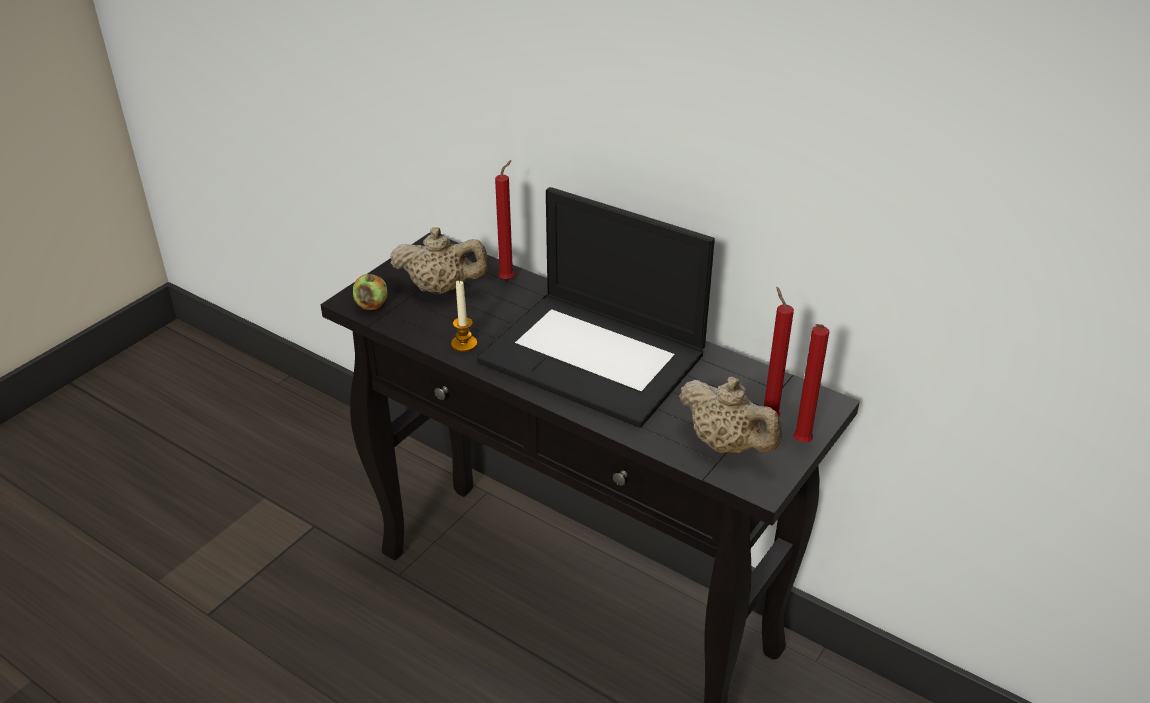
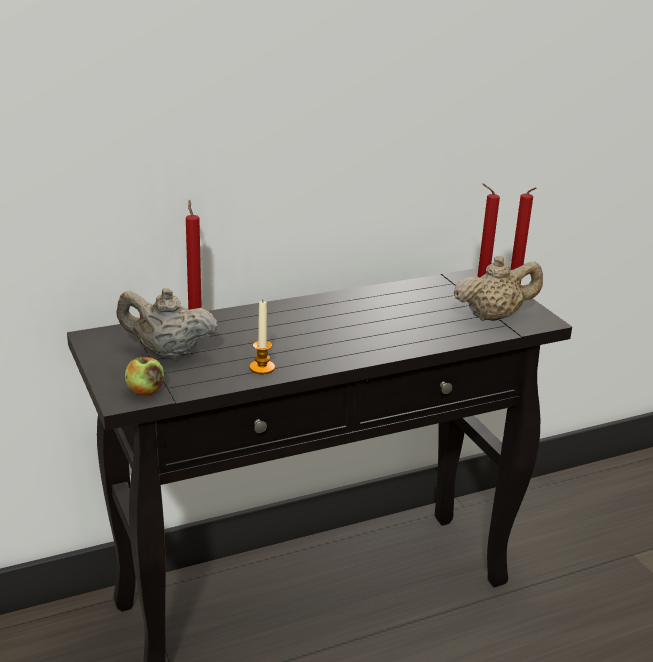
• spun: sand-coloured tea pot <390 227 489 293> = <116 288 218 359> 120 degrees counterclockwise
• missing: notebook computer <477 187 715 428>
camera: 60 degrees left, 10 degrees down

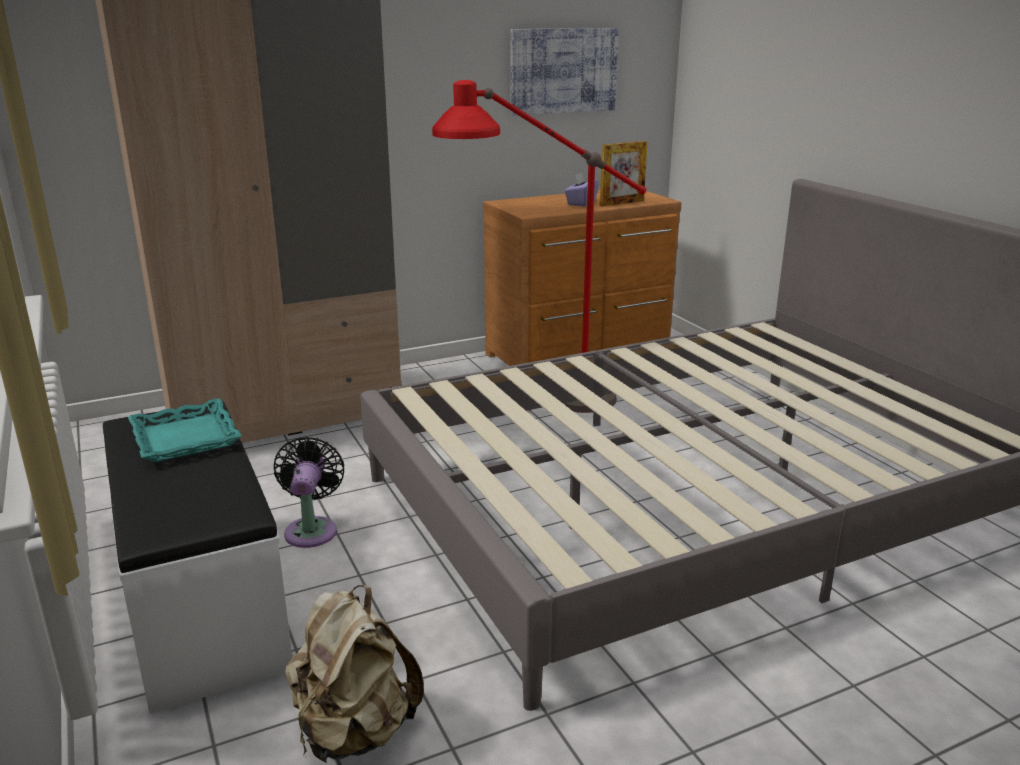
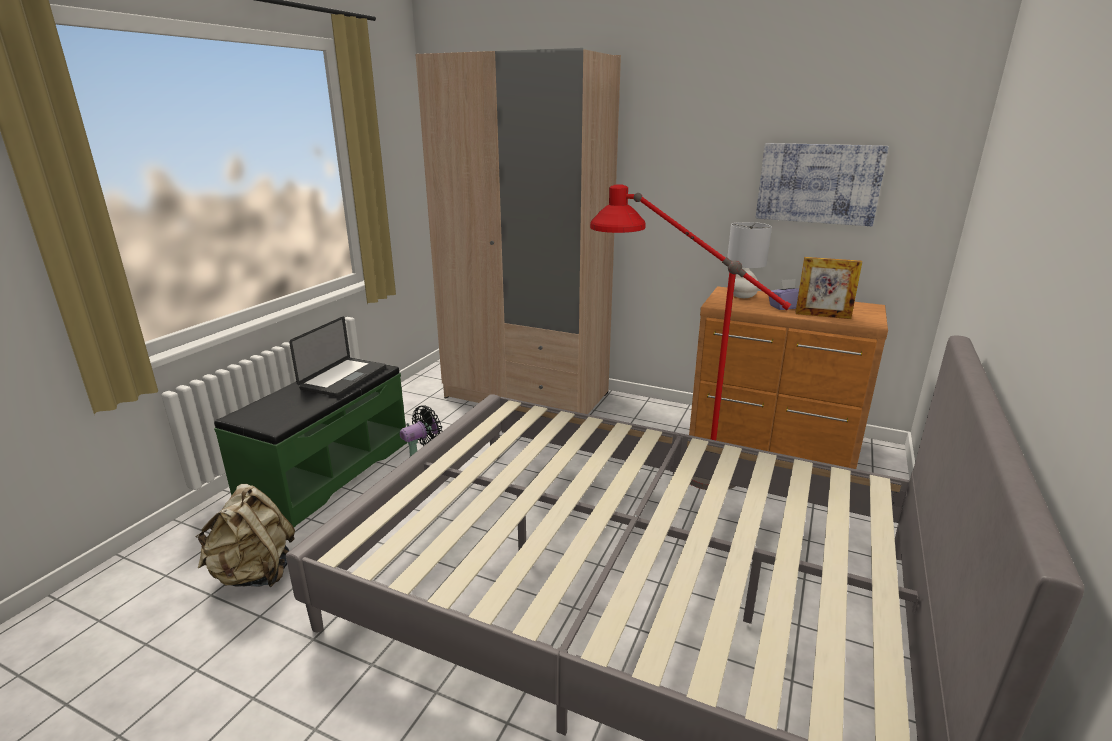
• colour: white long seat <103 401 293 714> to green-coloured long seat <214 357 407 527>
• exchanged: turquoise-coloured tray <128 398 242 462> to notebook computer <289 317 386 397>
• appeared: gray tabletop lamp <727 222 772 298>
camera: 50 degrees right, 0 degrees up

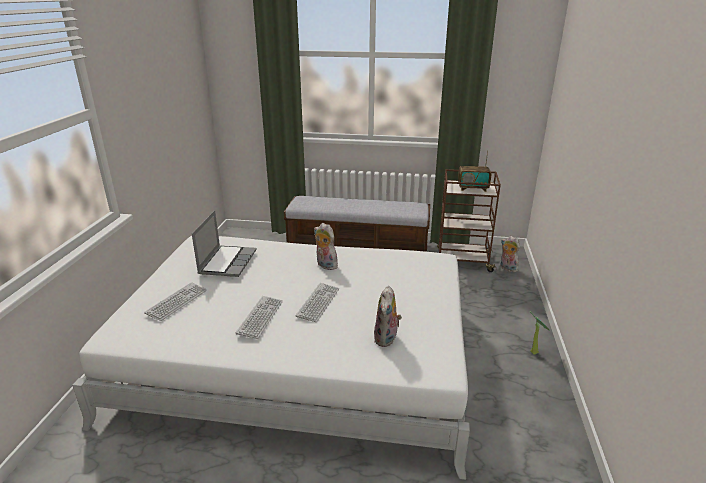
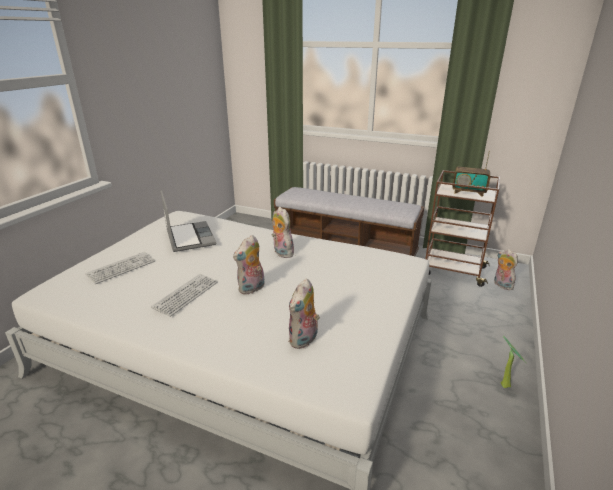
• spun: notebook computer <192 210 256 277> = <161 190 216 252> 45 degrees counterclockwise
• exchanged: keyboard <296 283 339 322> to soft toy <233 235 265 295>
camera: 15 degrees right, 0 degrees up

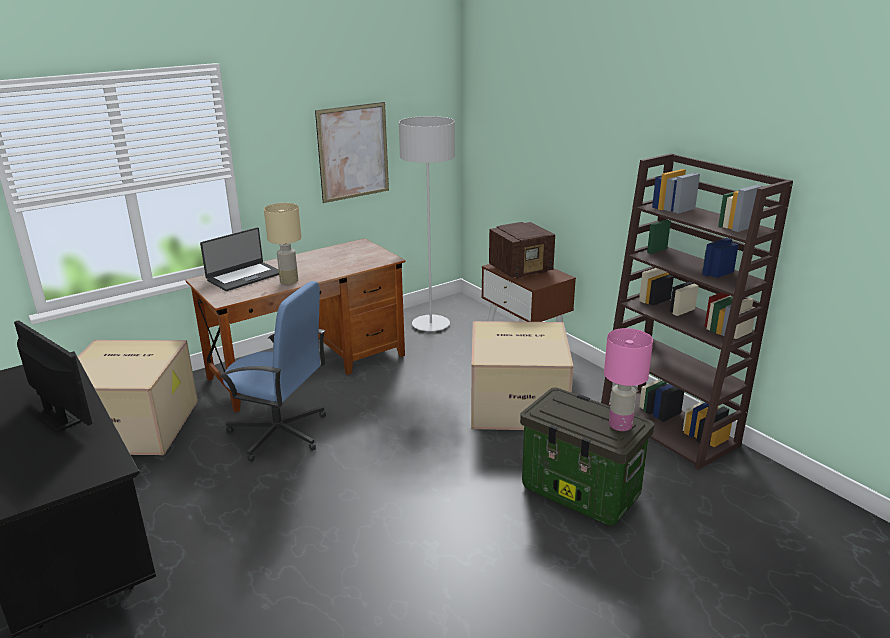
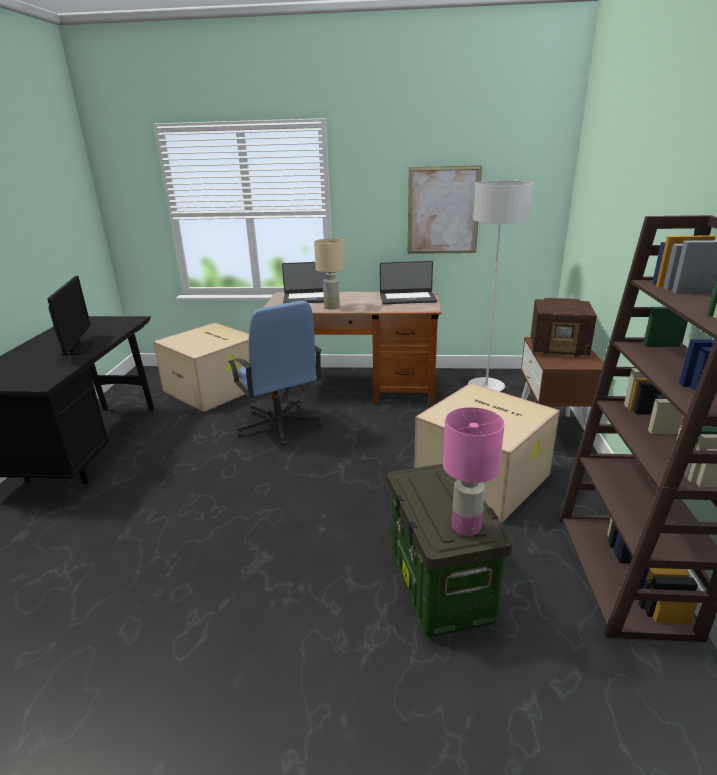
• appeared: notebook computer <380 261 437 304>
camera: 40 degrees right, 0 degrees up

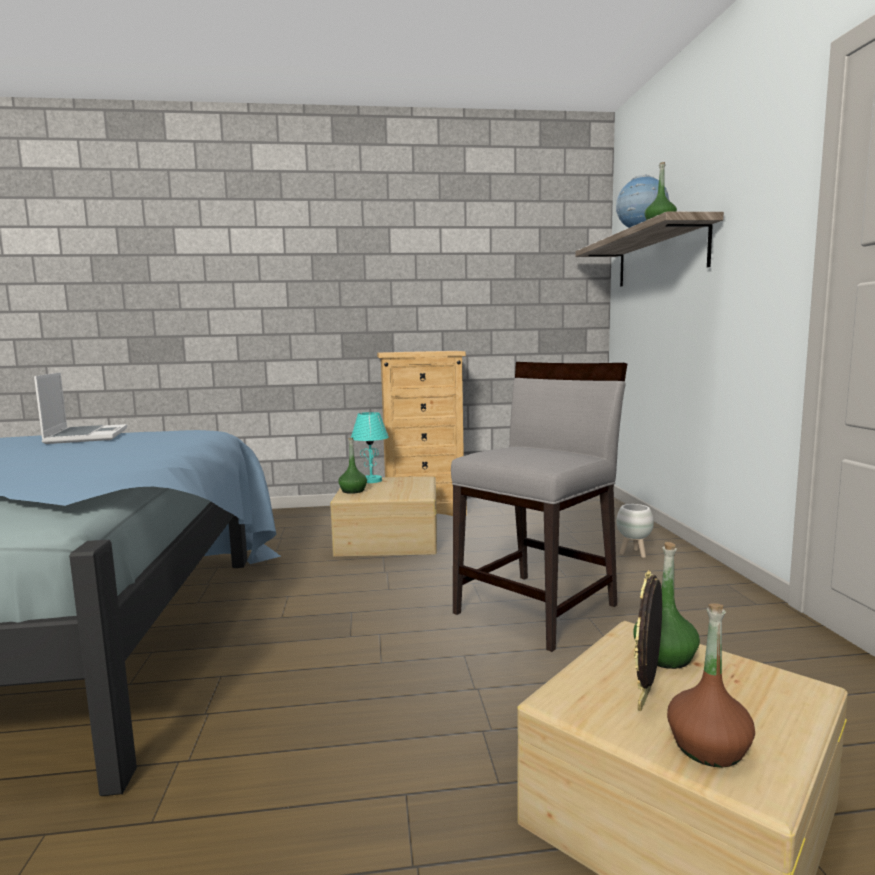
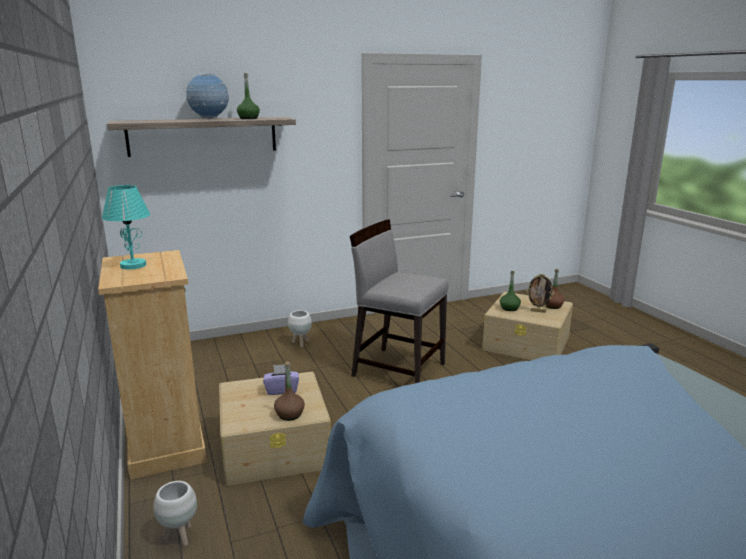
• relocated: turquoise-coloured tabletop lamp <351 412 389 483> to <102 185 150 270>
• appeared: white flower pot <154 481 197 546>
• appeared: purplish box of tissues <263 365 299 395>
• colour: green-coloured beverage bottle <338 437 367 494> to brown beverage bottle <274 362 305 421>
• missing: notebook computer <34 372 127 444>
camera: 105 degrees left, 10 degrees up

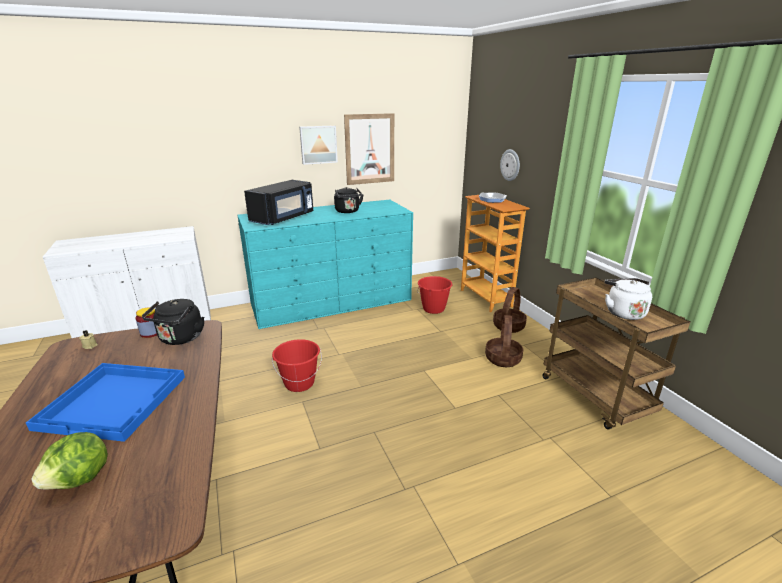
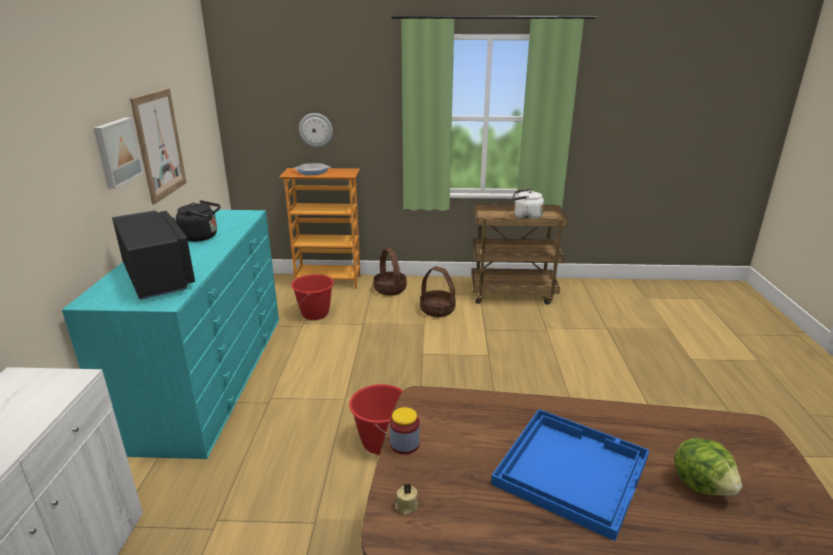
• missing: black-coloured tea kettle <142 299 204 345>
camera: 65 degrees left, 0 degrees up

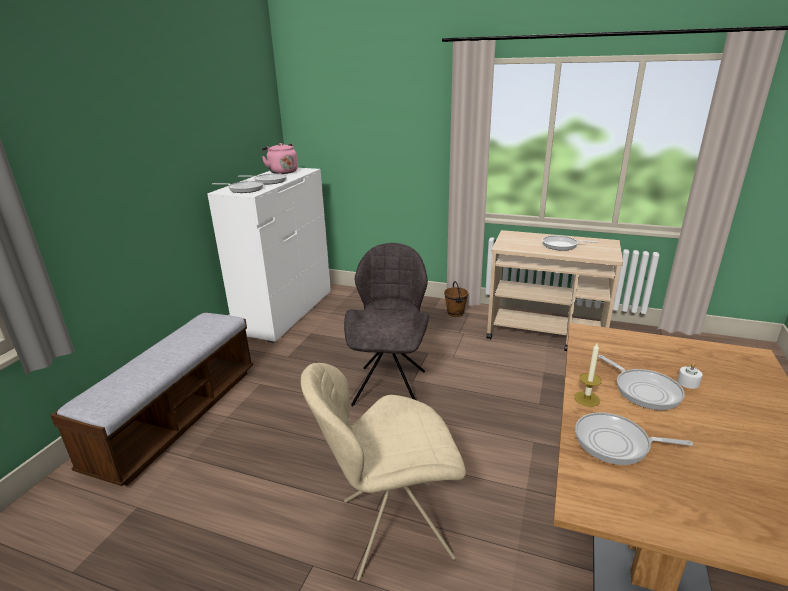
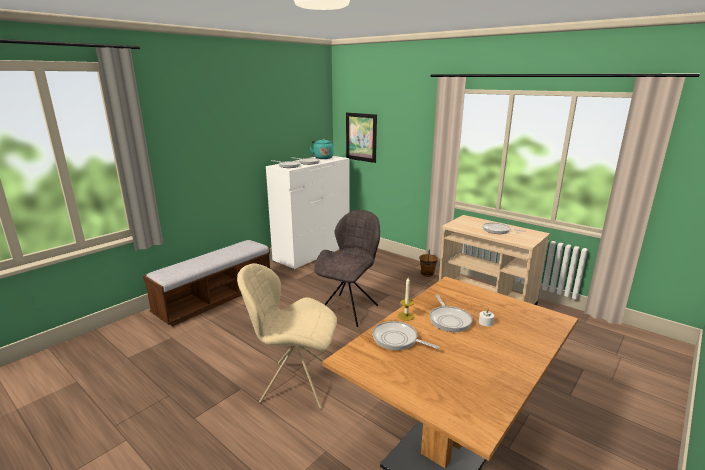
• colour: pink tea kettle <262 143 298 174> to turquoise-coloured tea kettle <309 139 333 159>
• appeared: wall art <346 112 377 163>
camera: 20 degrees right, 5 degrees down

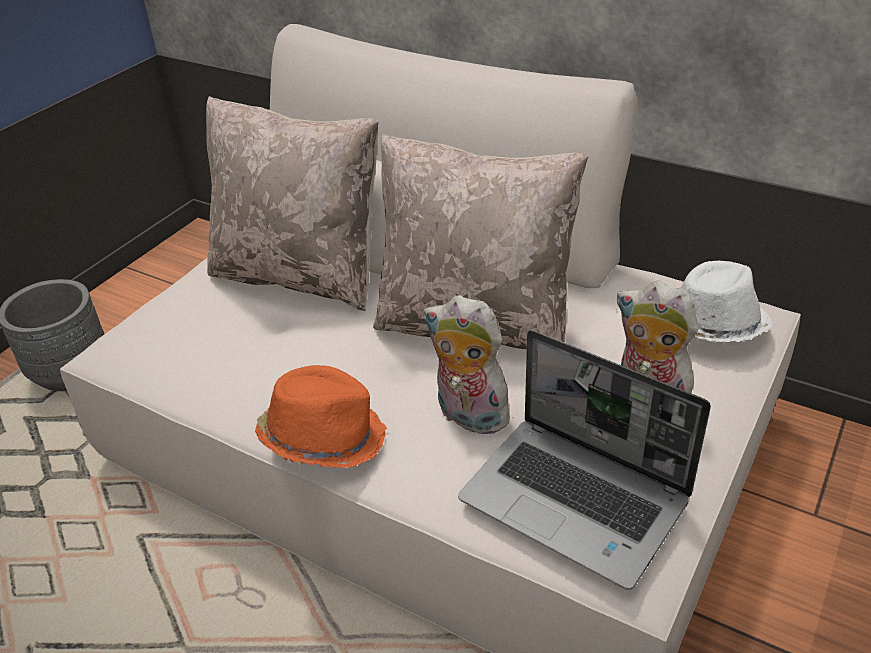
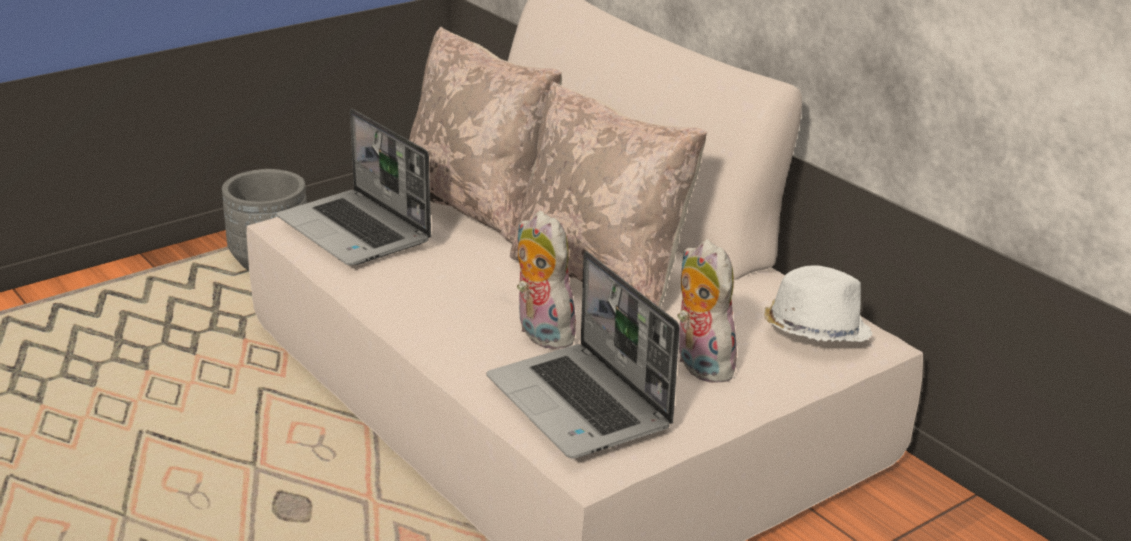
• appeared: notebook computer <276 109 431 265>
• missing: orange hat <255 365 387 468>
camera: 20 degrees right, 10 degrees down

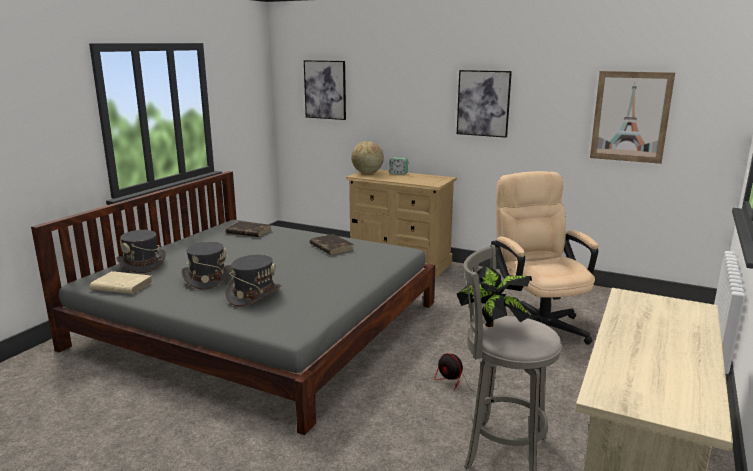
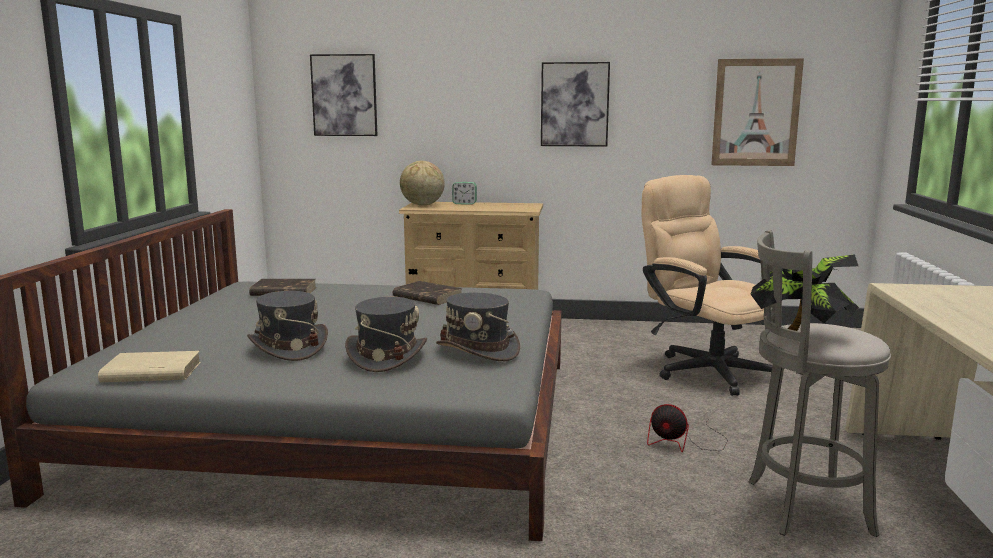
• relocated: gray hat <116 230 166 273> to <436 293 520 361>
camera: 20 degrees left, 5 degrees down

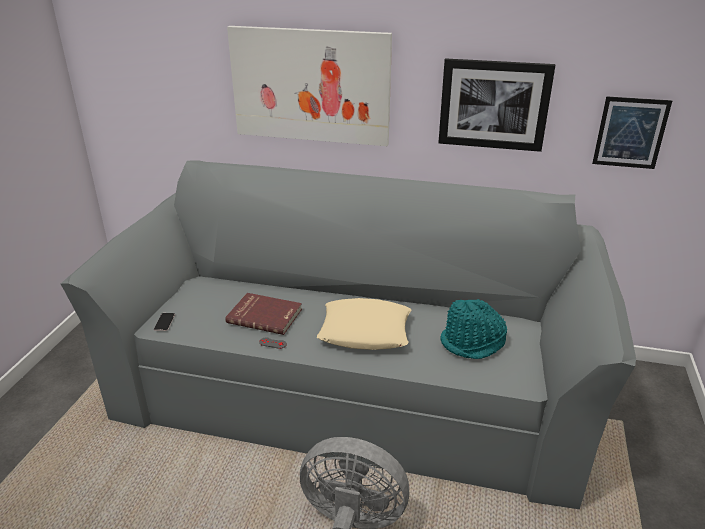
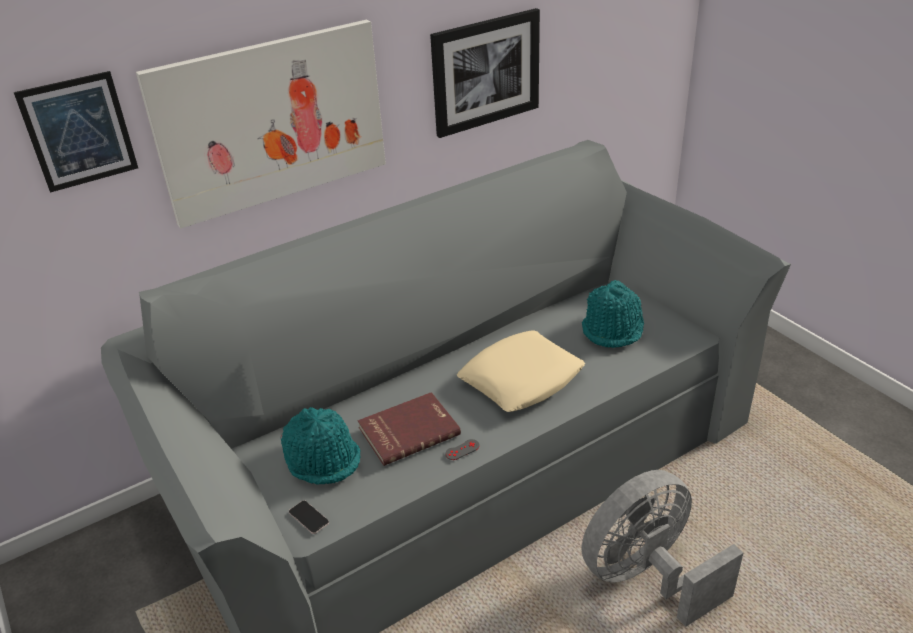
• relocated: wall art <592 96 672 169> to <14 71 138 193>
• appeared: turquoise-coloured hat <281 407 361 484>
camera: 45 degrees left, 5 degrees up

